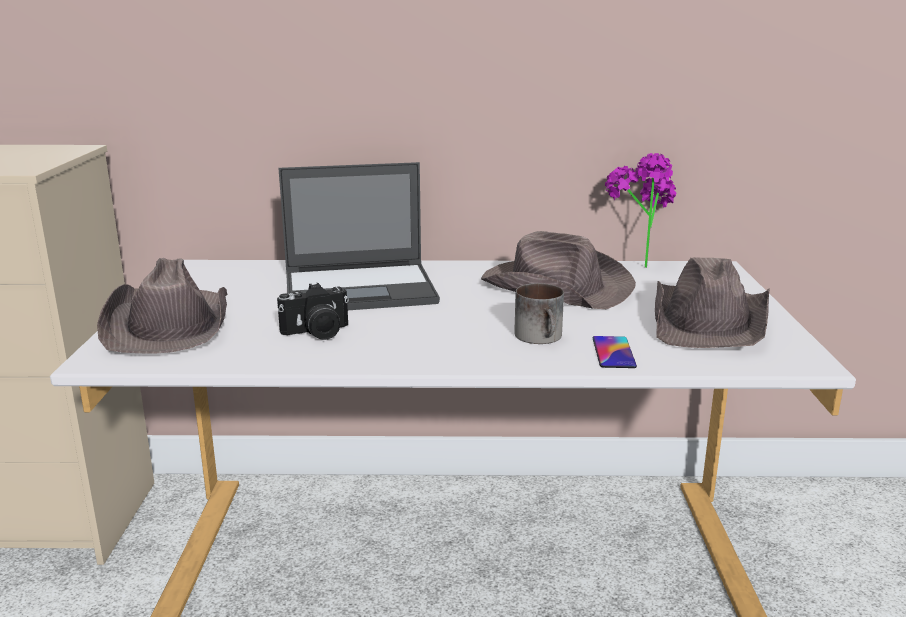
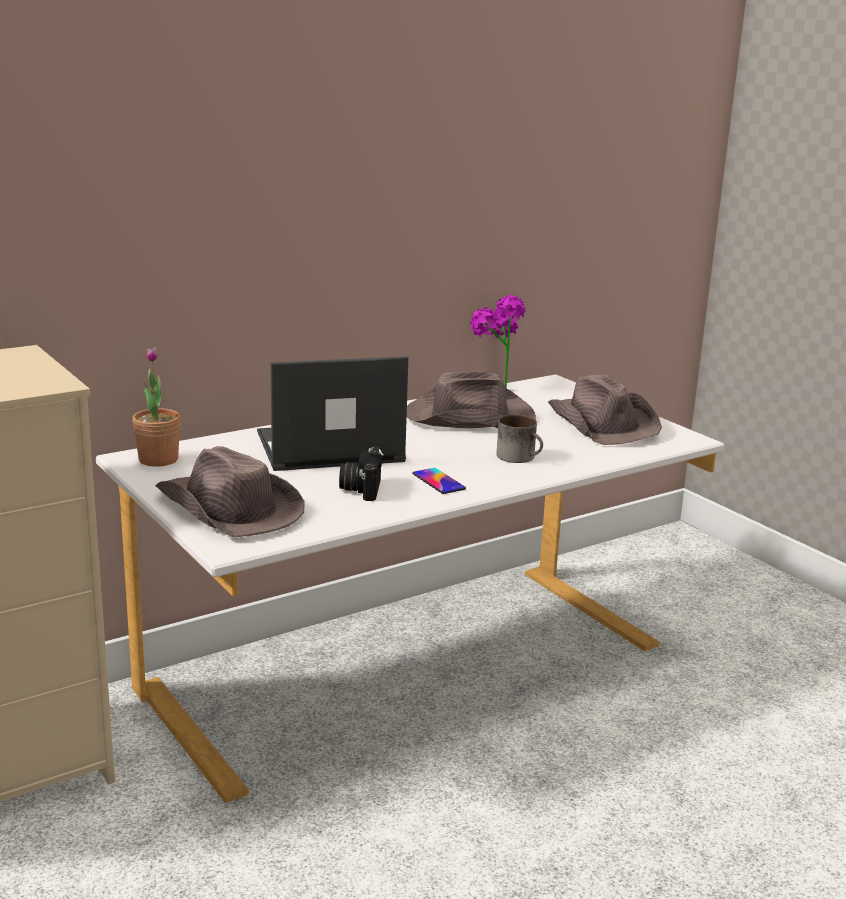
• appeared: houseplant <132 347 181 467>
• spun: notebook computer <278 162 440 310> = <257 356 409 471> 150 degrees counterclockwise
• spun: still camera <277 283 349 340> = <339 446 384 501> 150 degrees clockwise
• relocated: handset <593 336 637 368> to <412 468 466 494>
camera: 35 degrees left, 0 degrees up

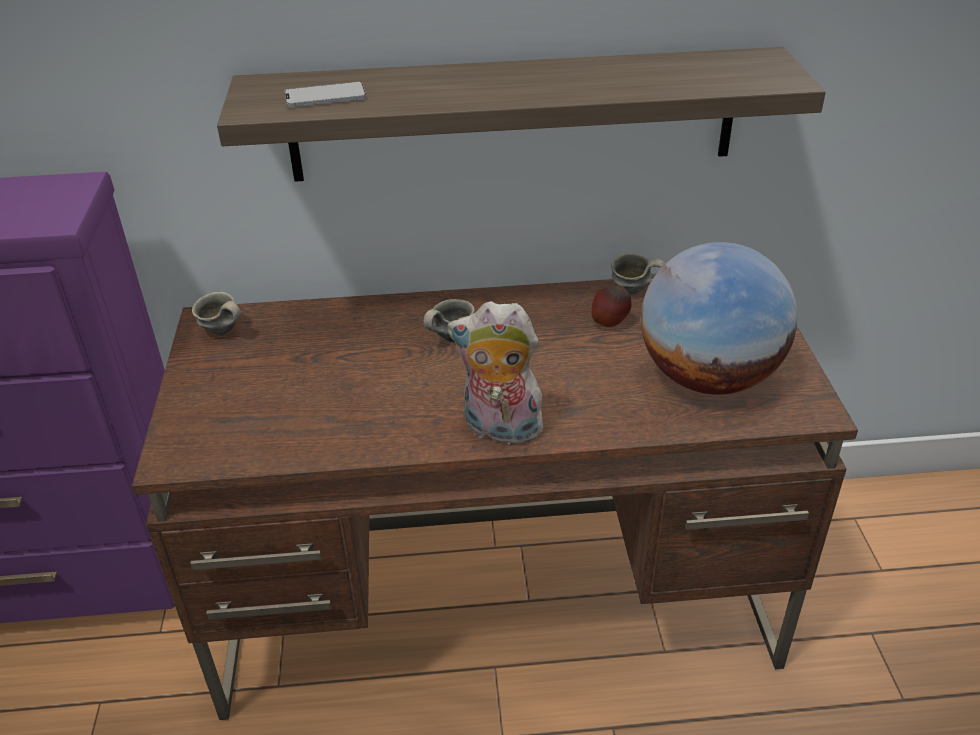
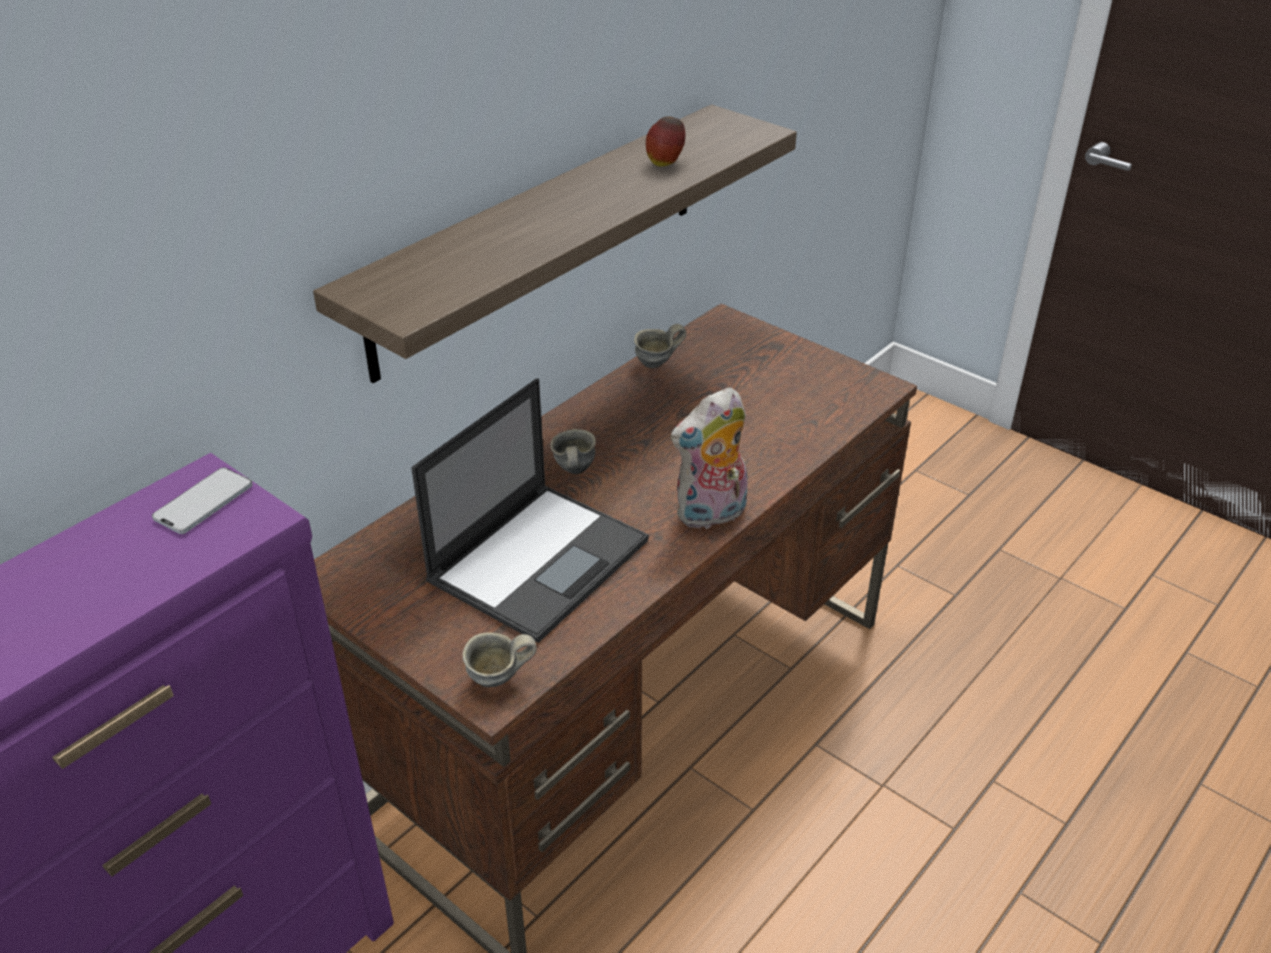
• relocated: handset <285 82 366 107> to <152 467 253 534>
• appeared: notebook computer <411 378 649 643>
• relocated: gray tea mug <192 292 241 335> to <463 633 537 687>
• relocated: whole apple <591 285 632 327> to <646 116 685 166>
• missing: desk globe <641 242 797 395>
camera: 45 degrees left, 0 degrees up

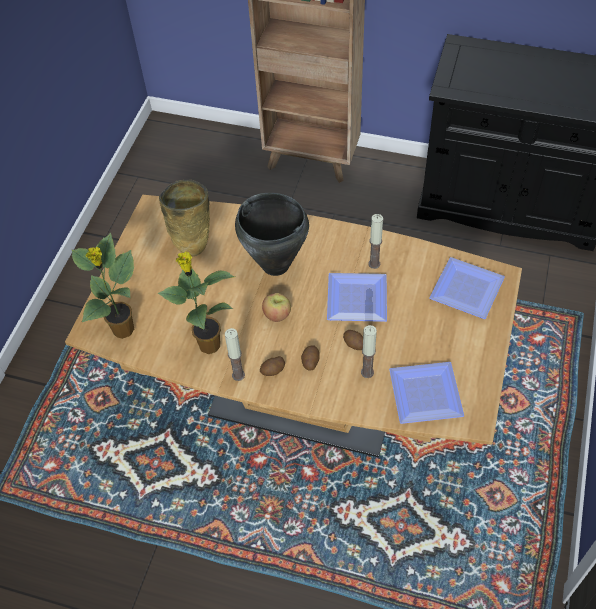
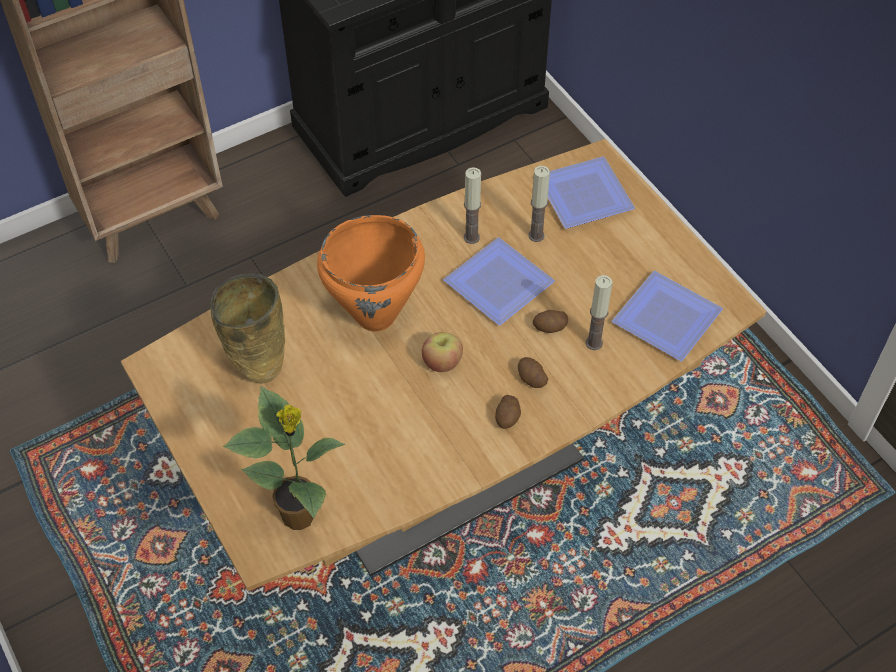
• colour: black-coloured cooking pot <235 193 309 276> to orange cooking pot <317 215 425 331>
• relocated: wax light <225 328 245 381> to <528 166 550 242>
• missing: houseplant <158 252 235 354>
camera: 50 degrees left, 0 degrees up

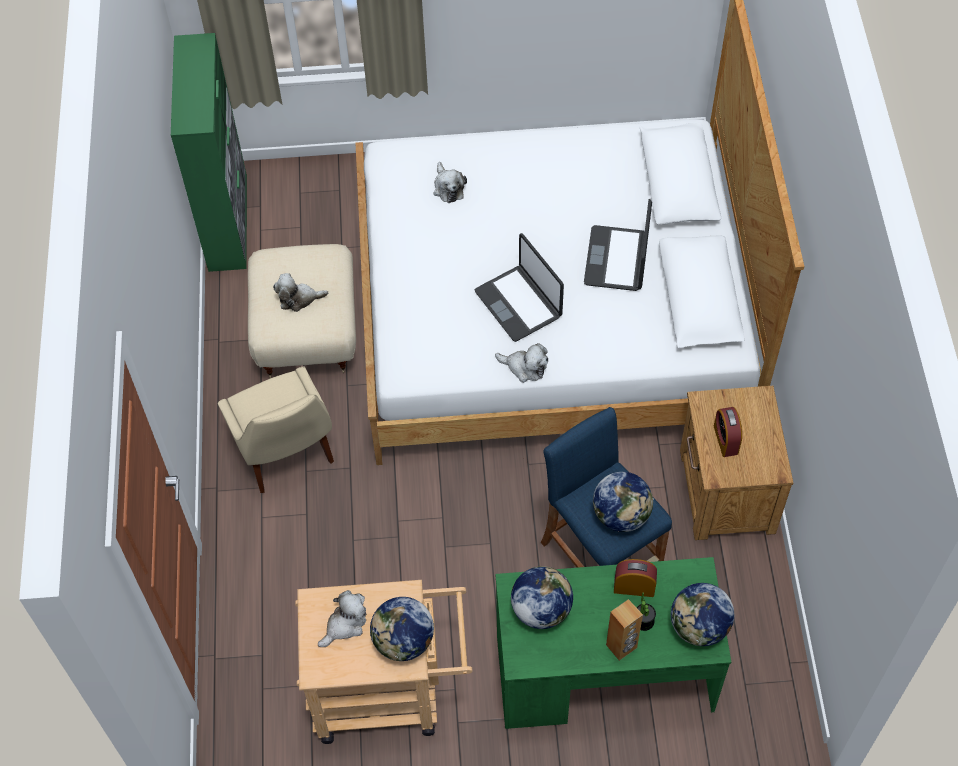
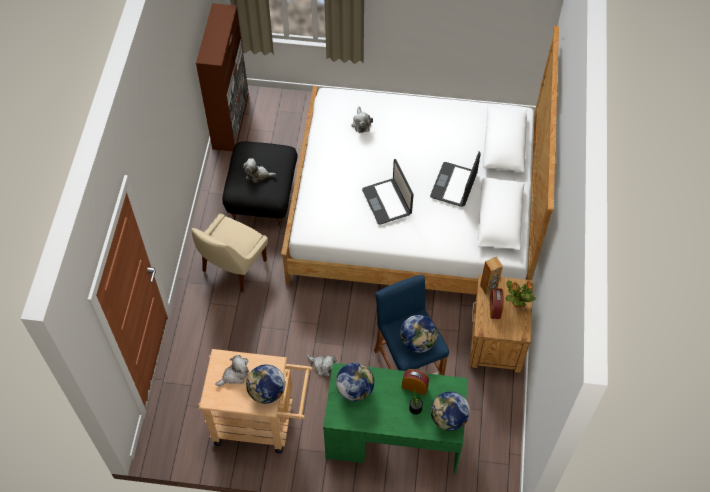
• spun: sand-coloured plain chair <218 367 334 493> = <192 214 268 292> 45 degrees clockwise
• colour: green-coloured storage cabinet <171 33 247 272> to brown storage cabinet <196 3 249 151>
• colour: sand-coloured pouffe <248 244 356 378> to black-coloured pouffe <223 141 298 225>
• relocated: soft toy <495 343 548 383> to <307 354 337 376>
• relocated: brown audio speaker <606 599 643 661> to <480 257 503 294>
• appeared: houseplant <506 280 536 307>
camera: 10 degrees right, 0 degrees up

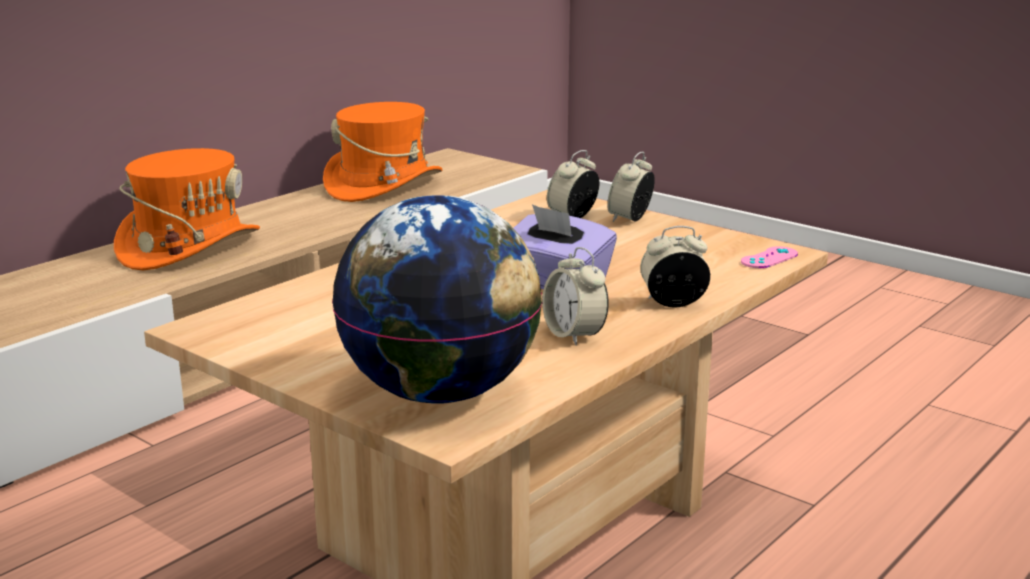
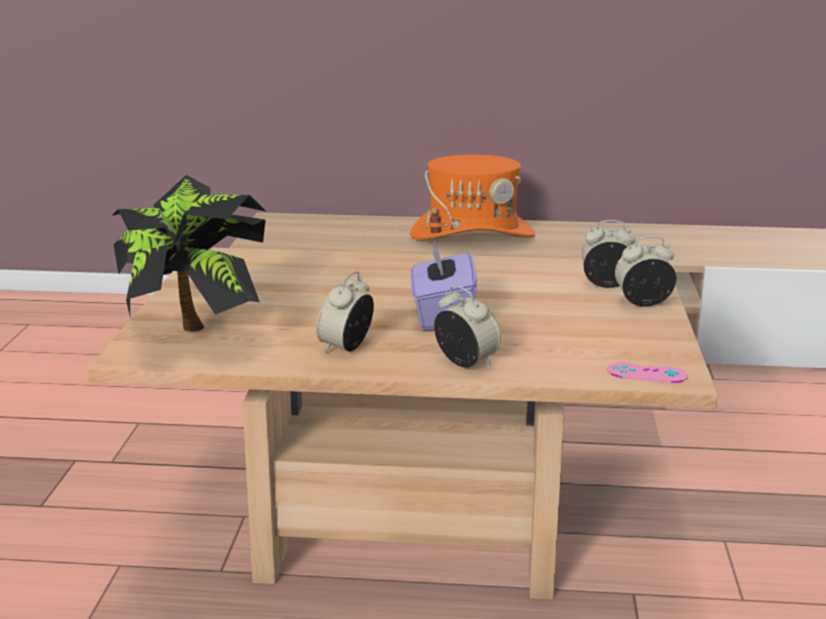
• exchanged: desk globe <332 195 543 404> to houseplant <111 175 267 332>
• missing: orange hat <323 102 442 202>
camera: 55 degrees right, 0 degrees up

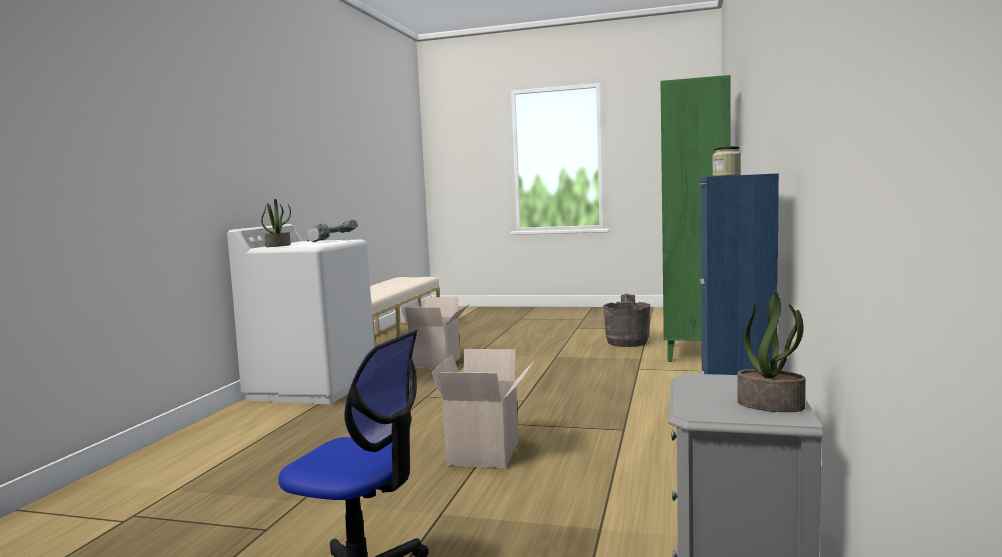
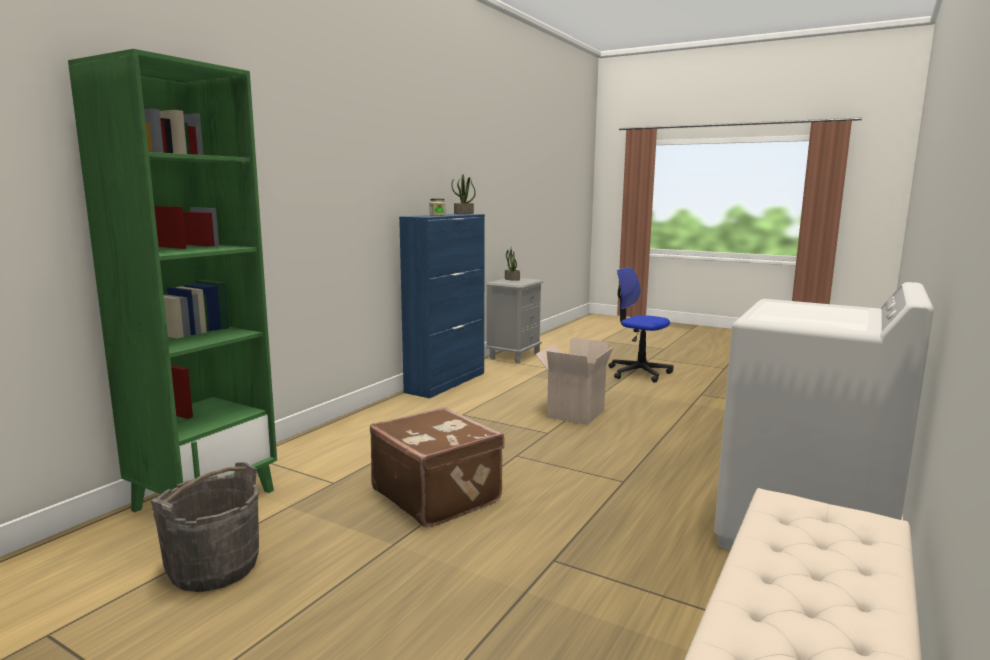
• appeared: brown piece of luggage <370 407 505 528>
• relocated: houseplant <261 199 291 247> to <451 174 476 214>
• missing: power drill <307 219 358 242>
• missing: cardboard box <401 297 469 369>
camera: 165 degrees left, 5 degrees up

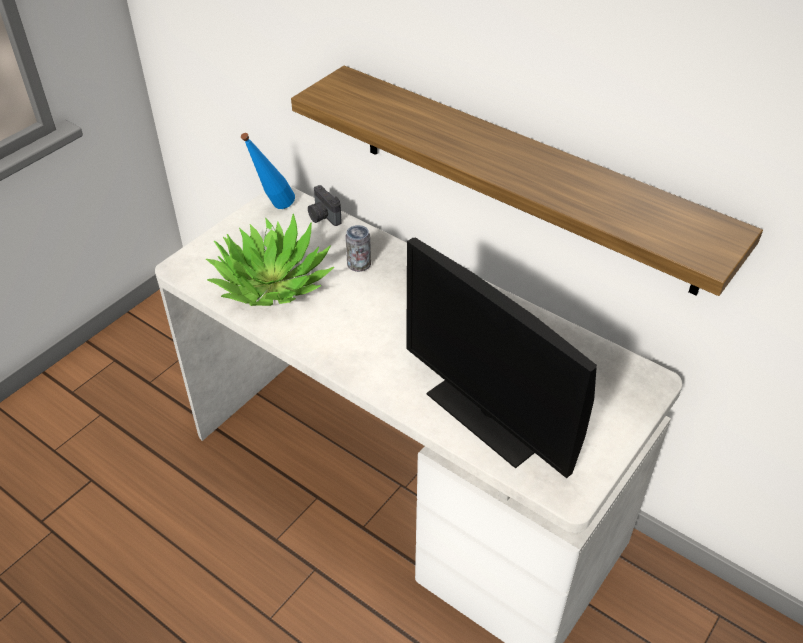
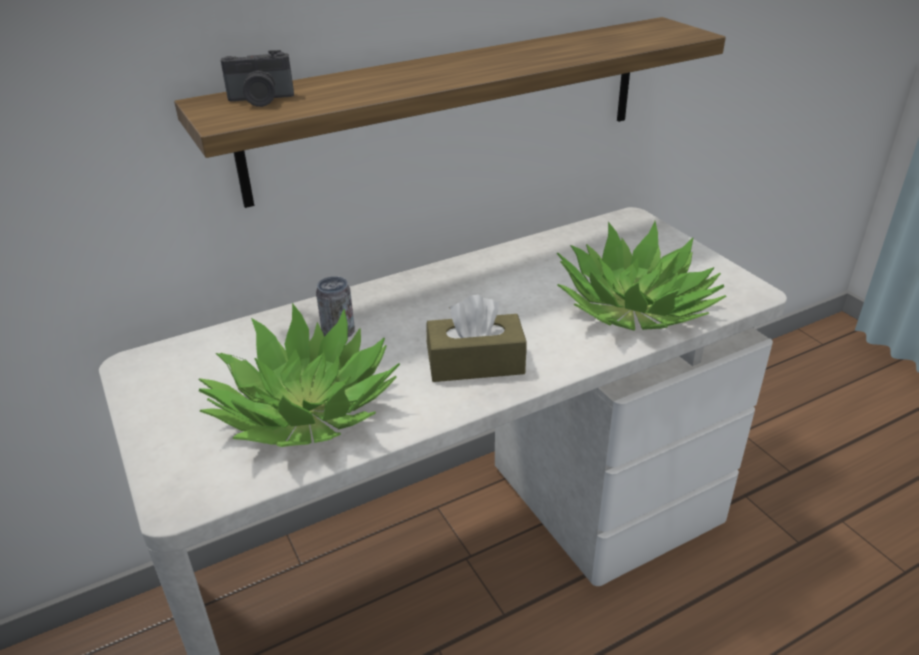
• relocated: still camera <308 185 342 226> to <221 50 294 107>
• appeared: brown box of tissues <426 294 527 382>
• exchanged: monitor <406 238 597 478> to houseplant <557 221 727 331>
• missing: bluish beverage bottle <241 133 295 209>
camera: 65 degrees left, 10 degrees down

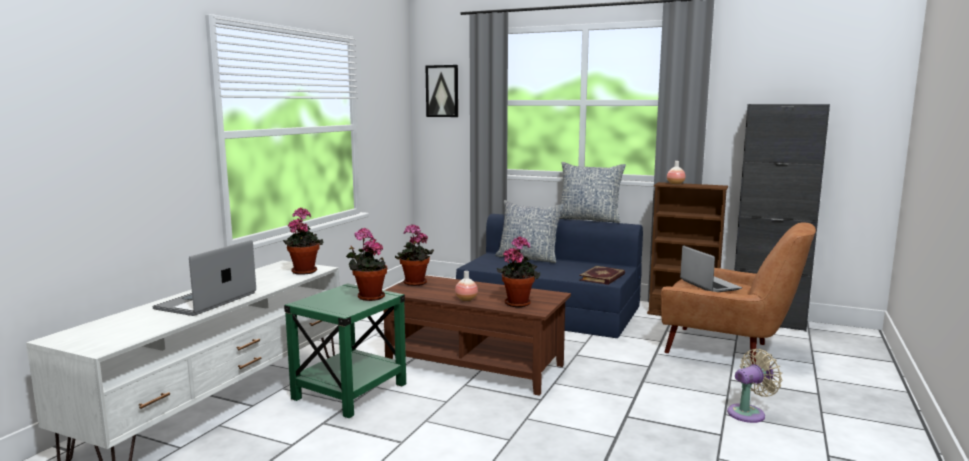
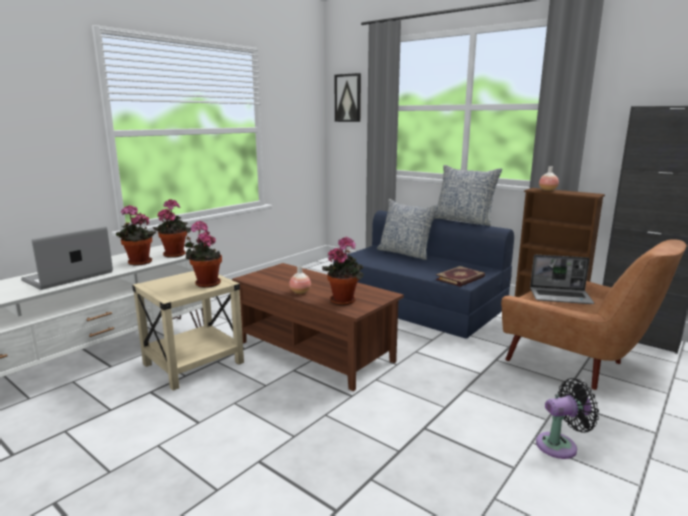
• relocated: houseplant <395 224 434 286> to <116 205 156 266>
• colour: green-coloured accent table <284 283 406 418> to sand-coloured accent table <132 271 244 391>
• spun: notebook computer <680 245 742 292> = <530 255 594 304> 105 degrees clockwise
• colour: sand-coloured cooling fan <727 349 783 423> to black-coloured cooling fan <536 378 599 459>
camera: 15 degrees right, 5 degrees up

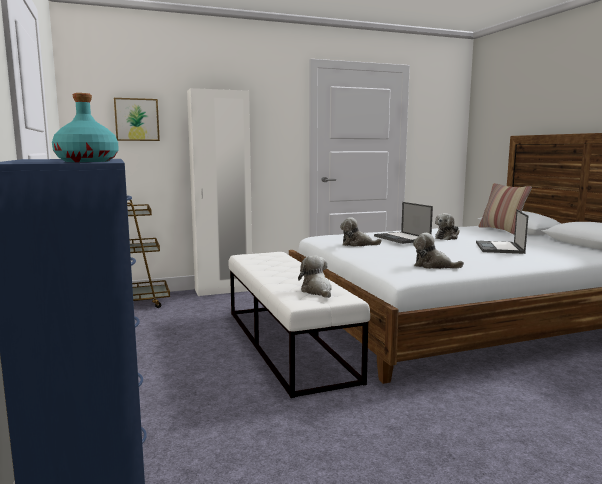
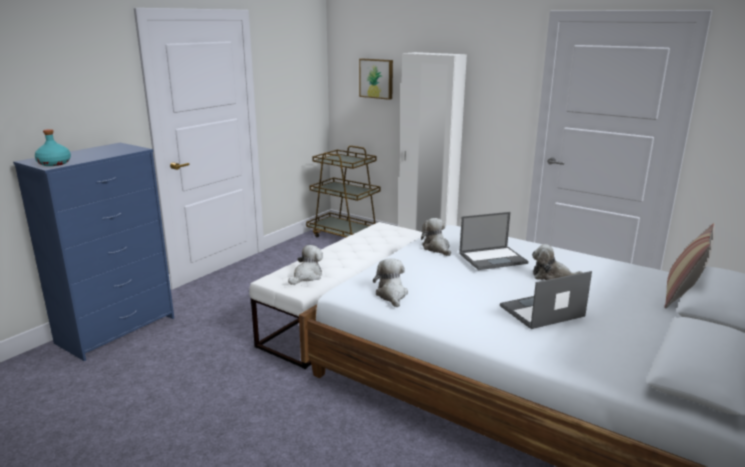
• spun: notebook computer <374 202 433 244> = <459 212 529 270> 135 degrees counterclockwise
camera: 55 degrees right, 10 degrees up

